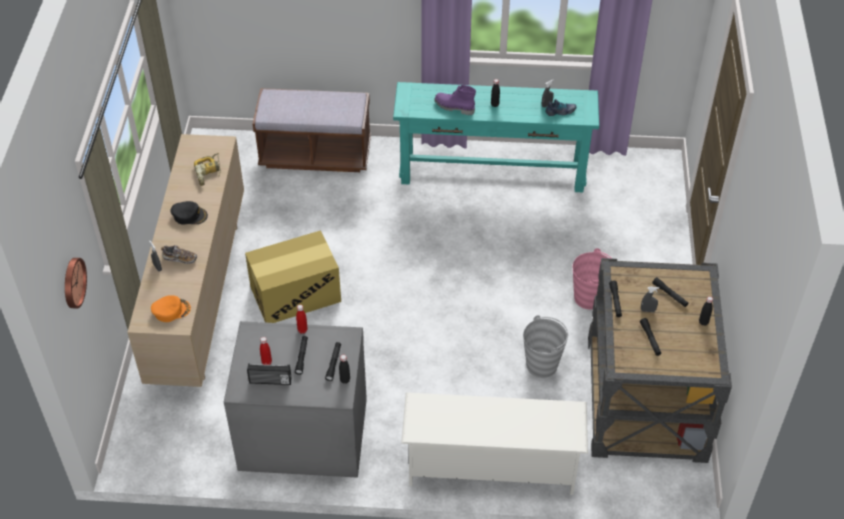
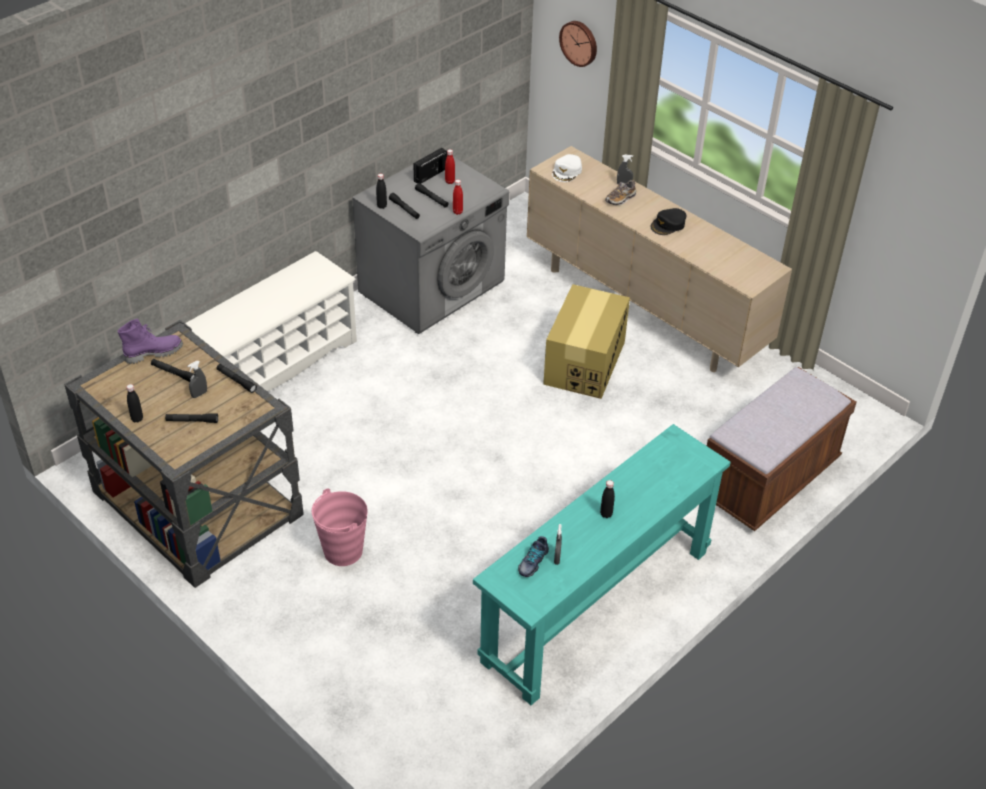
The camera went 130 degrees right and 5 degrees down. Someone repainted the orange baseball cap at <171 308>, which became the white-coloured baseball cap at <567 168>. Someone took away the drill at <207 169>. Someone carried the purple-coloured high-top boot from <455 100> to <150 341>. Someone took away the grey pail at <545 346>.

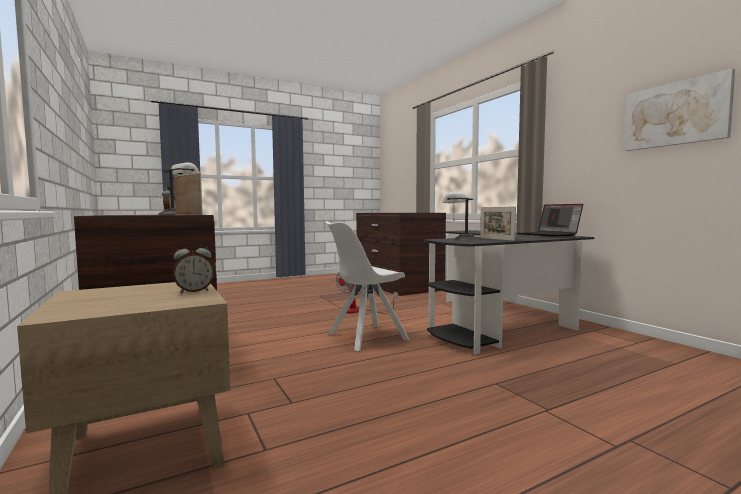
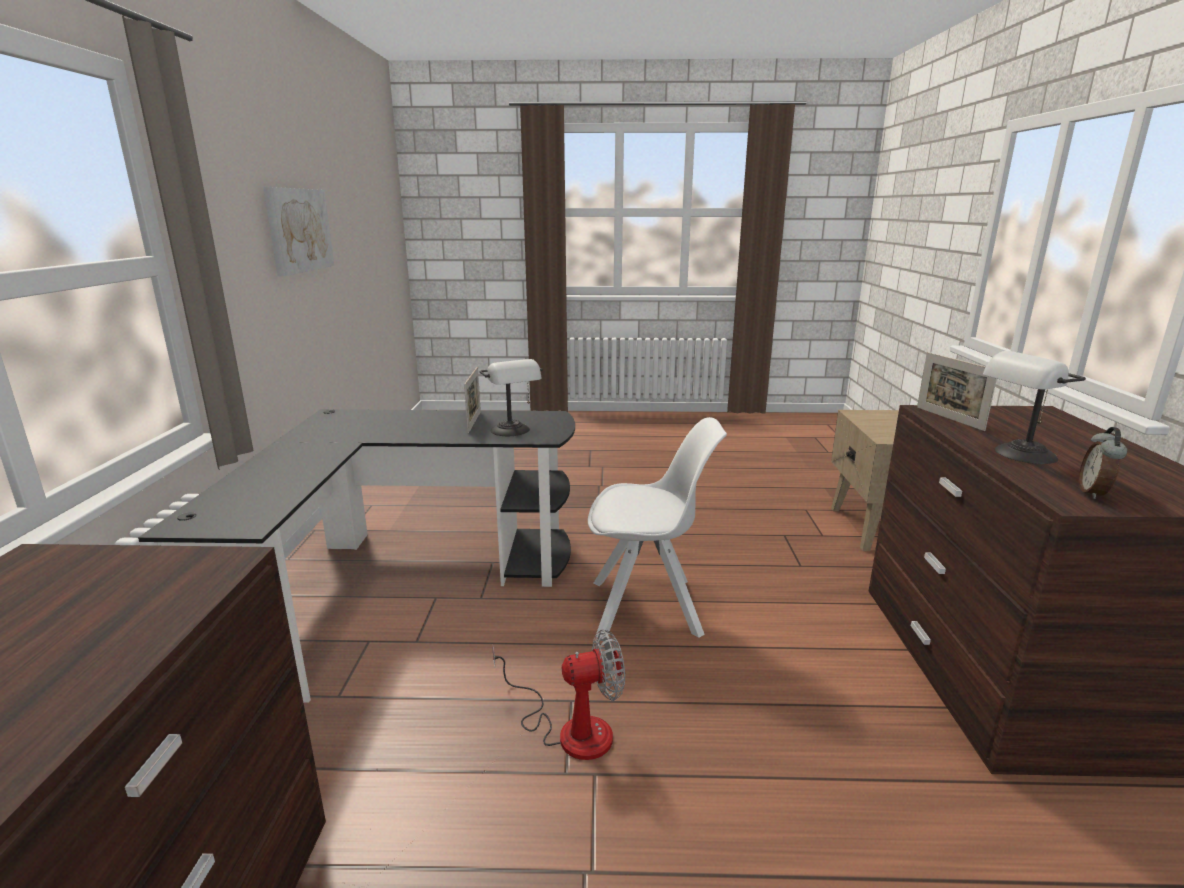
The camera went 150 degrees left and 15 degrees up. Someone took away the table clock at <194 267>. Someone took away the laptop at <550 220>.

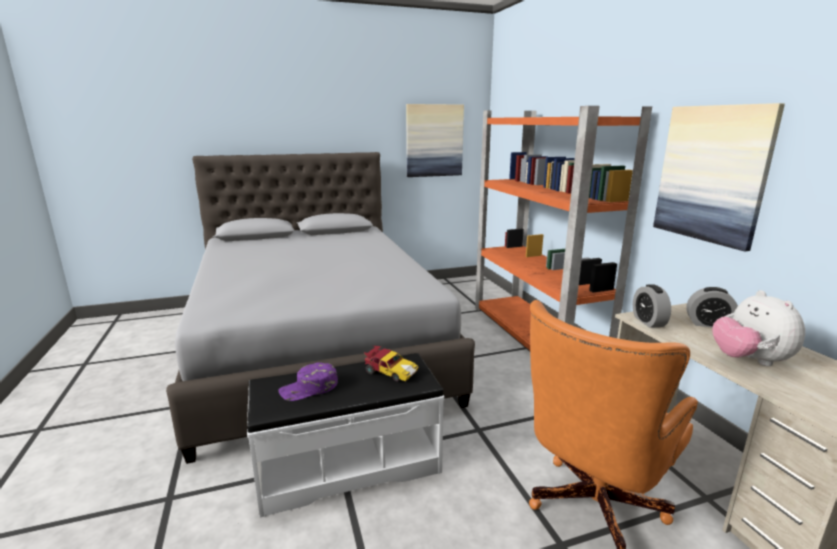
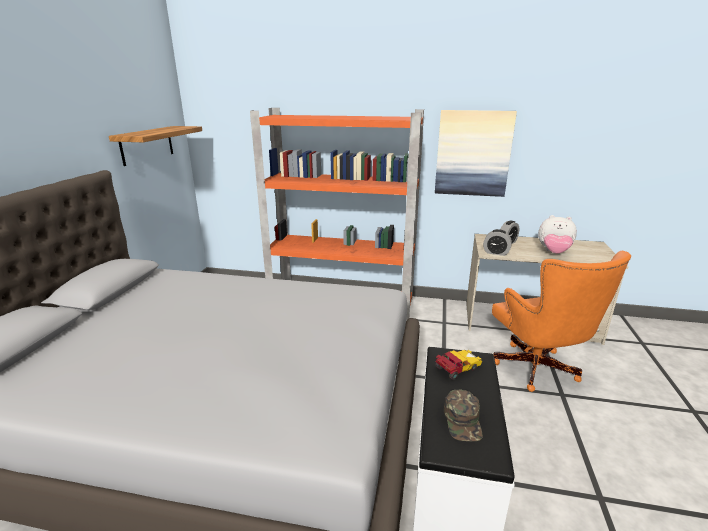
The camera went 60 degrees left and 5 degrees up. Someone repainted the purple-coloured baseball cap at <308 381>, which became the green baseball cap at <463 415>. Someone swapped the wall art at <435 140> for the wall shelf at <155 146>.

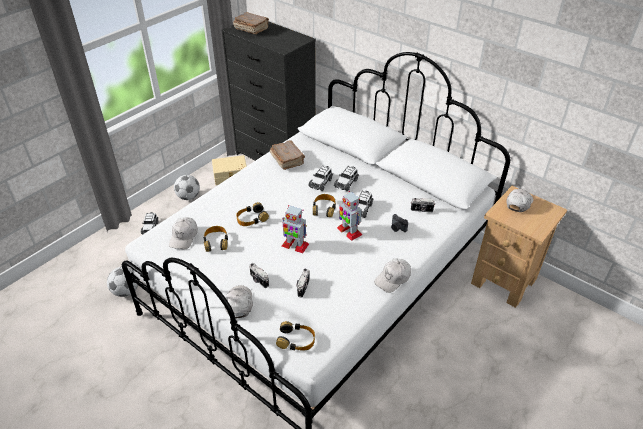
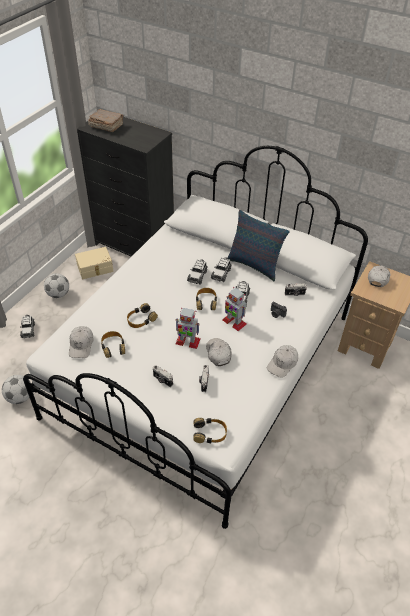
The camera went 10 degrees left and 5 degrees up. Someone carried the white-coloured baseball cap from <239 301> to <219 352>. Someone took away the brown-coloured volume at <287 155>. Someone put down the blue throw pillow at <258 245>.

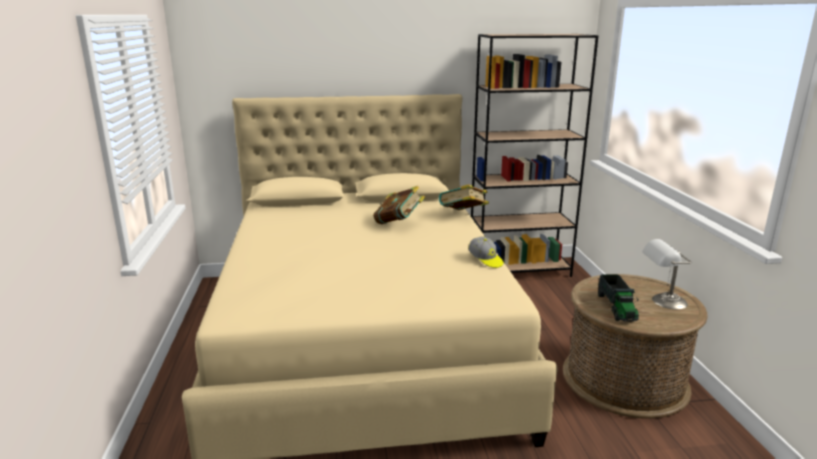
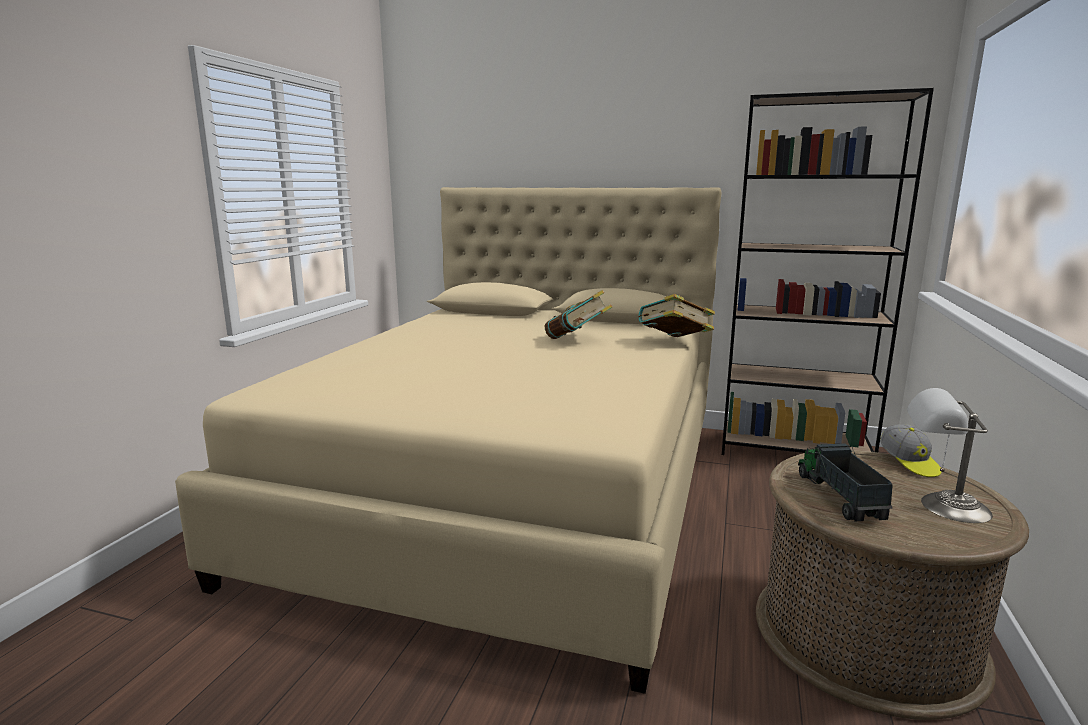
The camera went 25 degrees right and 5 degrees down. Someone carried the baseball cap from <486 252> to <910 450>. Someone rotated the toy truck at <618 298> by 150 degrees clockwise.

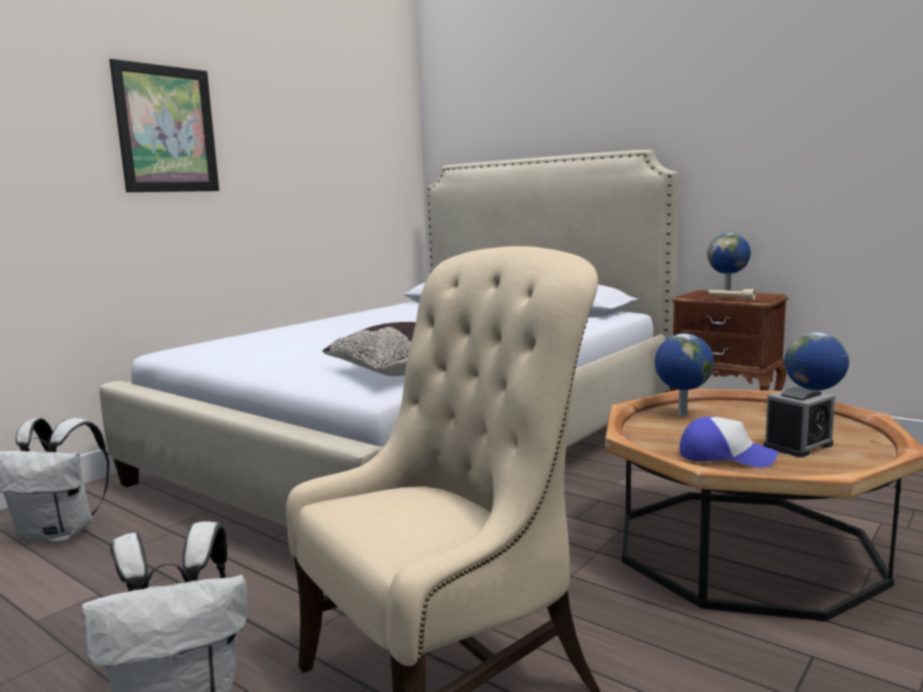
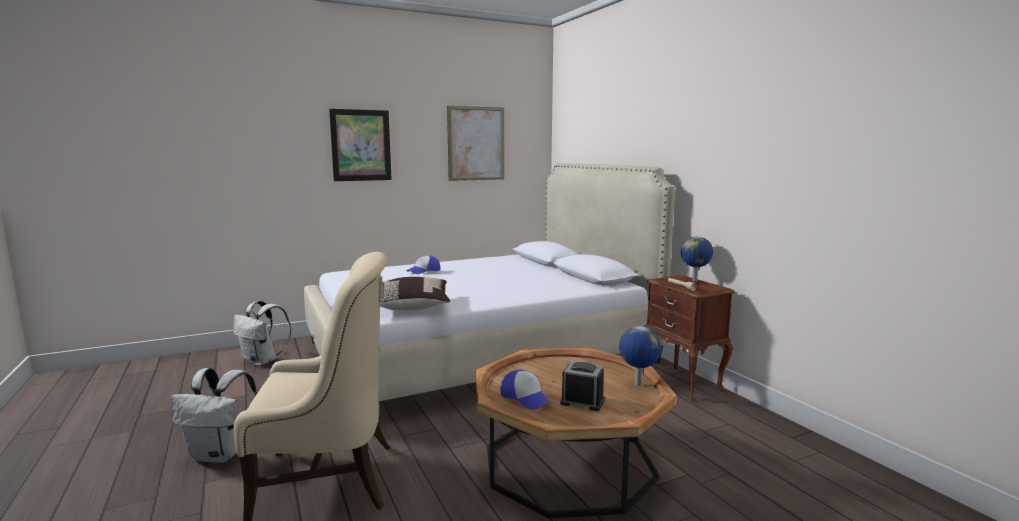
The camera went 25 degrees right and 0 degrees up. Someone took away the globe at <684 375>. Someone rotated the table clock at <799 422> by 150 degrees counterclockwise. Someone put down the baseball cap at <423 265>. Someone put up the wall art at <475 143>.

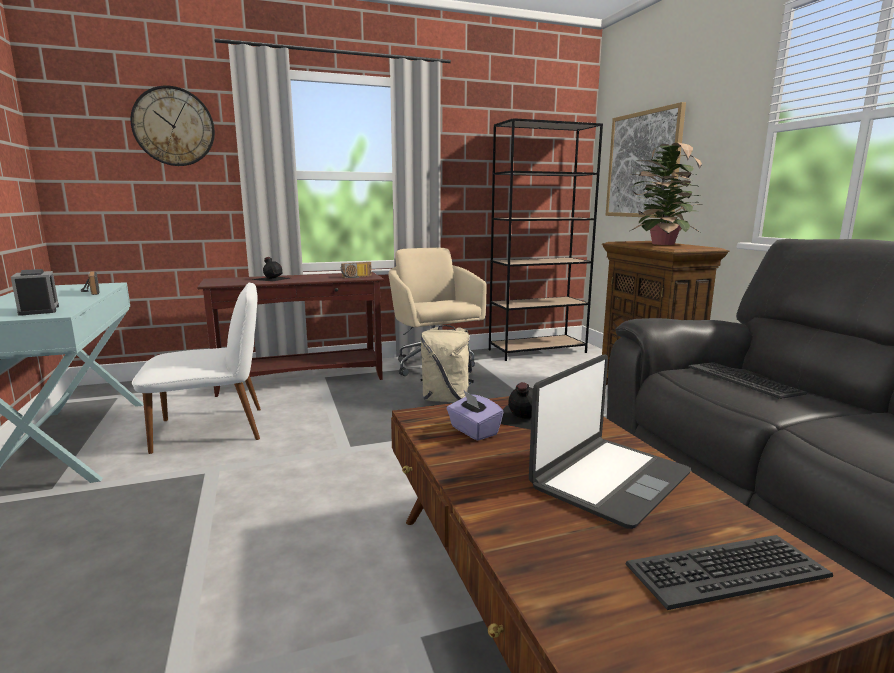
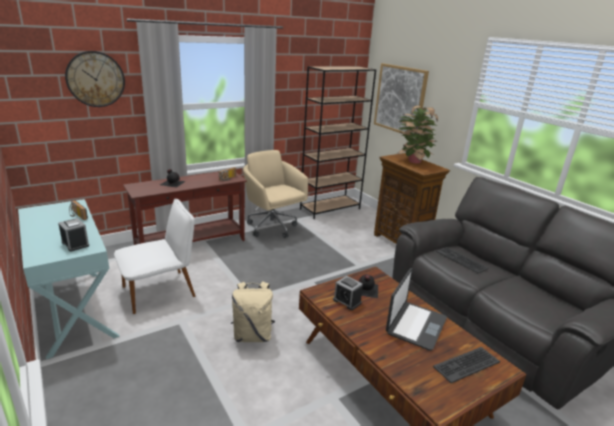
The camera went 15 degrees left and 10 degrees up. Someone carried the beige-coloured backpack from <447 363> to <253 311>. Someone swapped the purple-coloured tissue holder at <475 416> for the table clock at <348 293>.

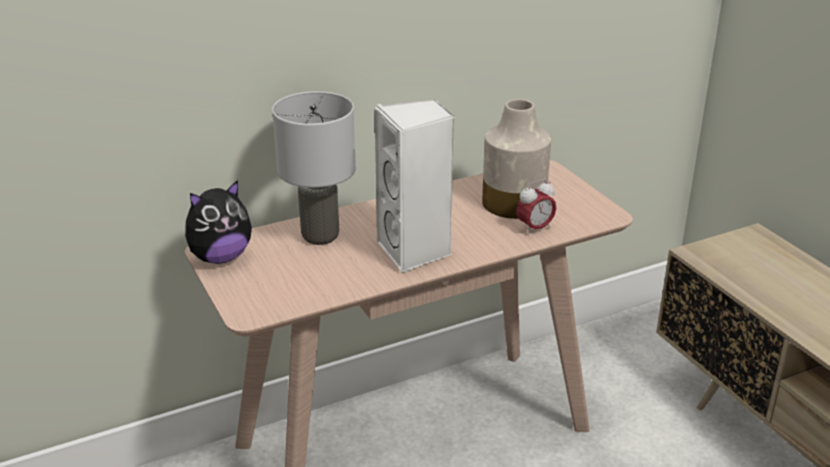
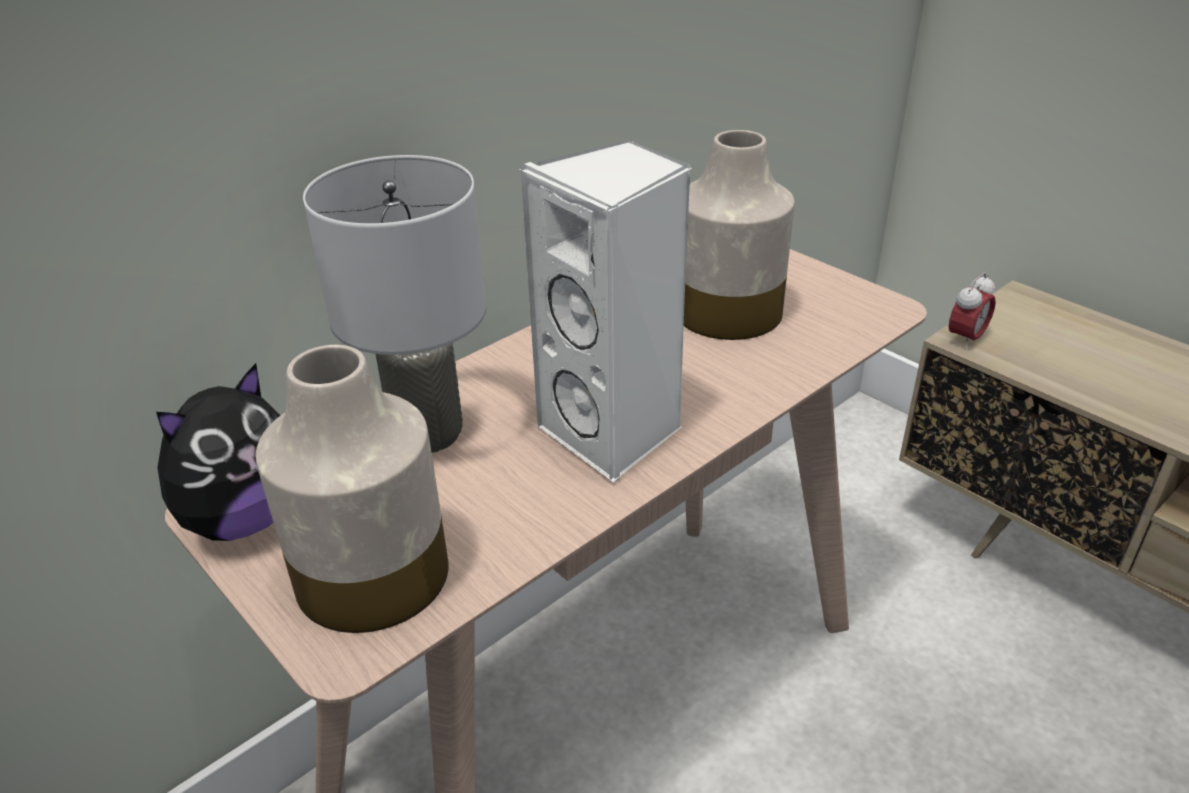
The camera went 15 degrees left and 5 degrees up. Someone carried the table clock from <536 207> to <972 311>. Someone put down the beige-coloured decorative vase at <352 489>.

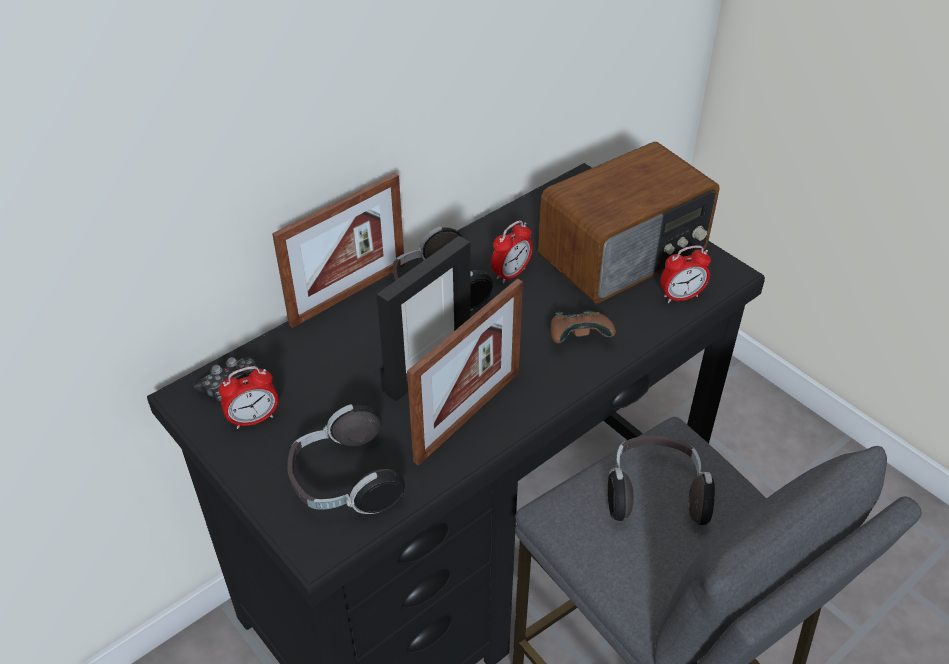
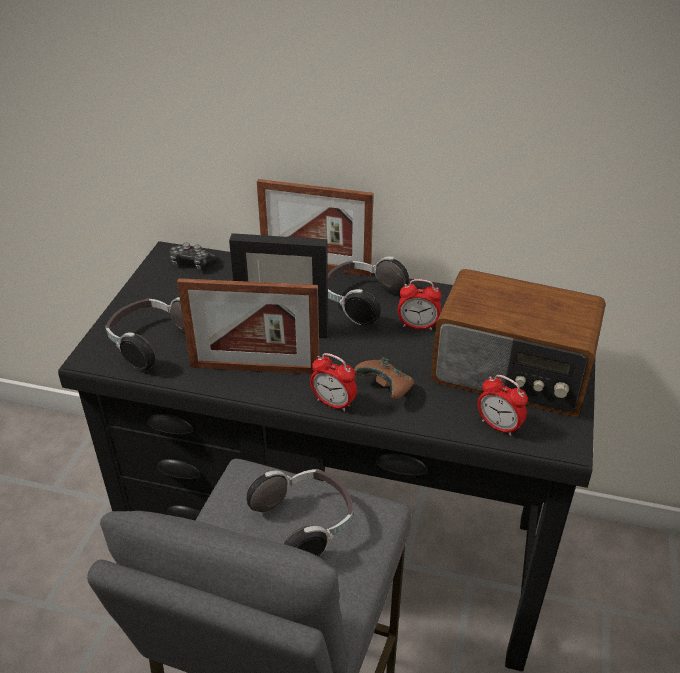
The camera went 55 degrees right and 5 degrees down. Someone carried the table clock from <249 397> to <333 382>.

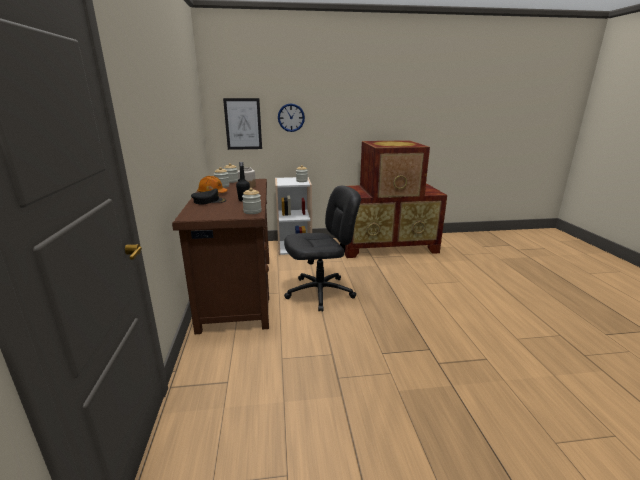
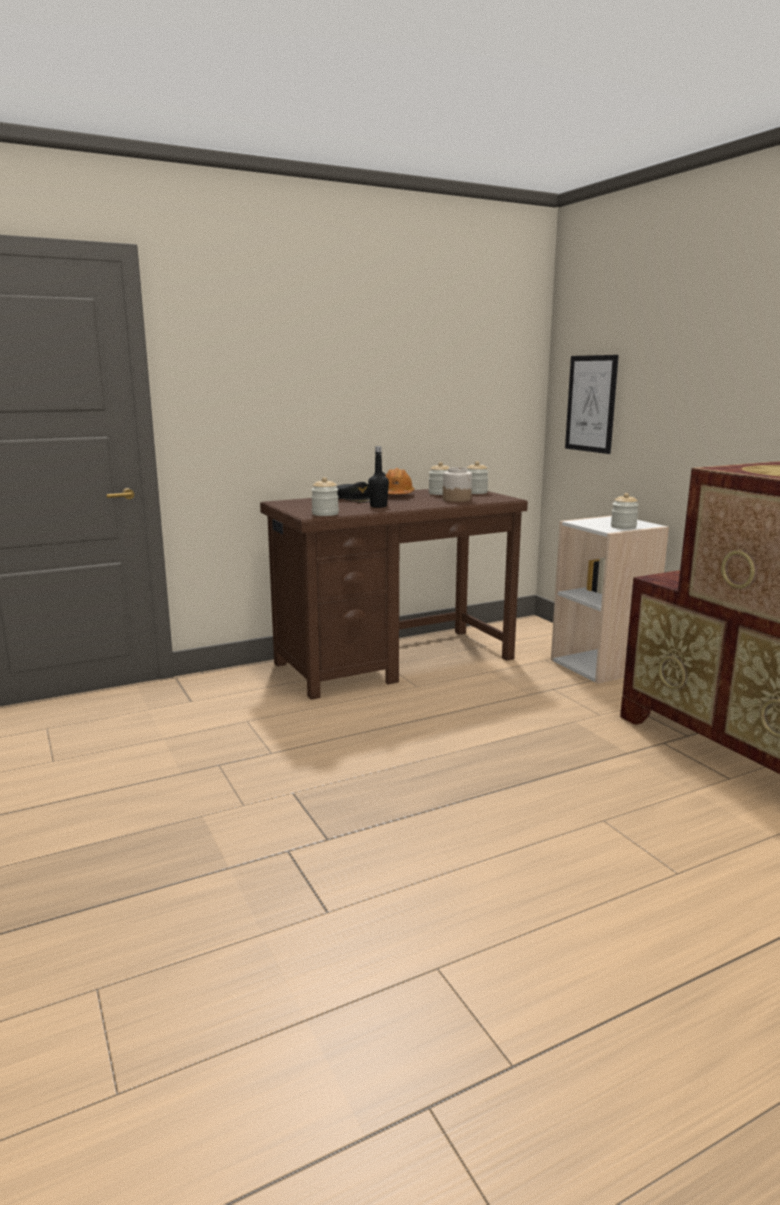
The camera went 70 degrees right and 5 degrees down. Someone took away the hanging clock at <291 117>. Someone took away the black office chair at <322 249>.

